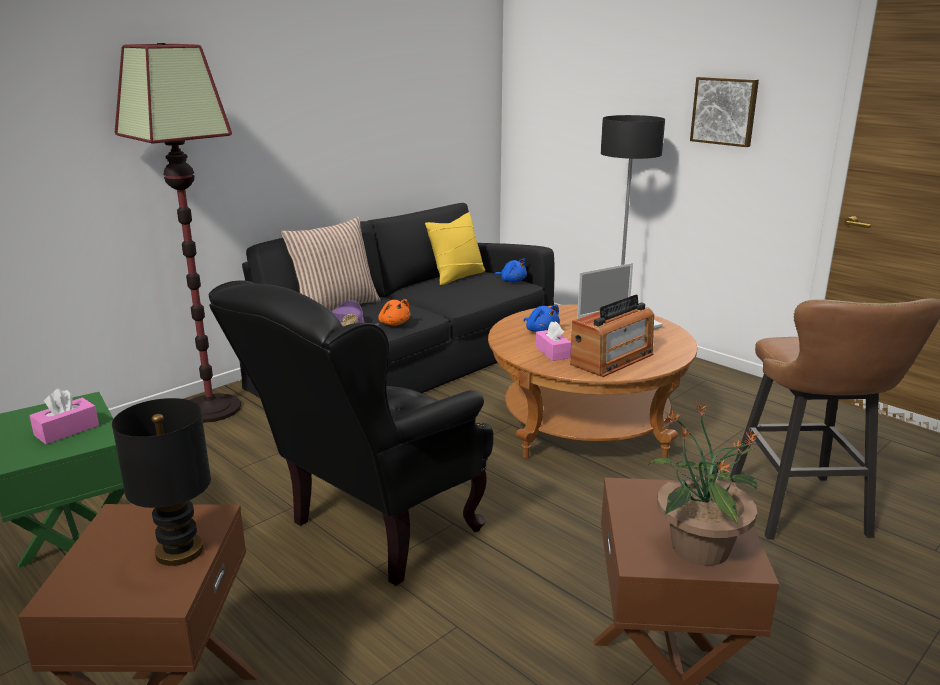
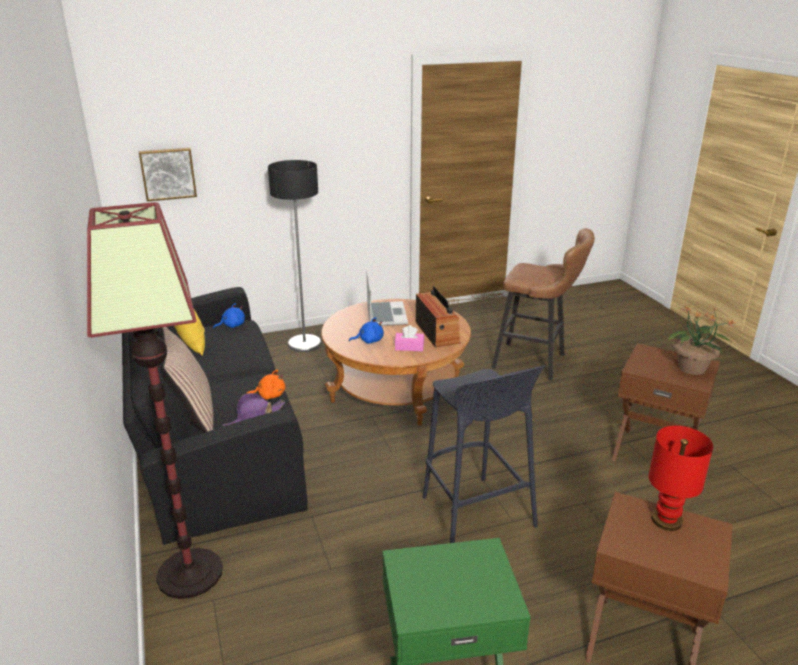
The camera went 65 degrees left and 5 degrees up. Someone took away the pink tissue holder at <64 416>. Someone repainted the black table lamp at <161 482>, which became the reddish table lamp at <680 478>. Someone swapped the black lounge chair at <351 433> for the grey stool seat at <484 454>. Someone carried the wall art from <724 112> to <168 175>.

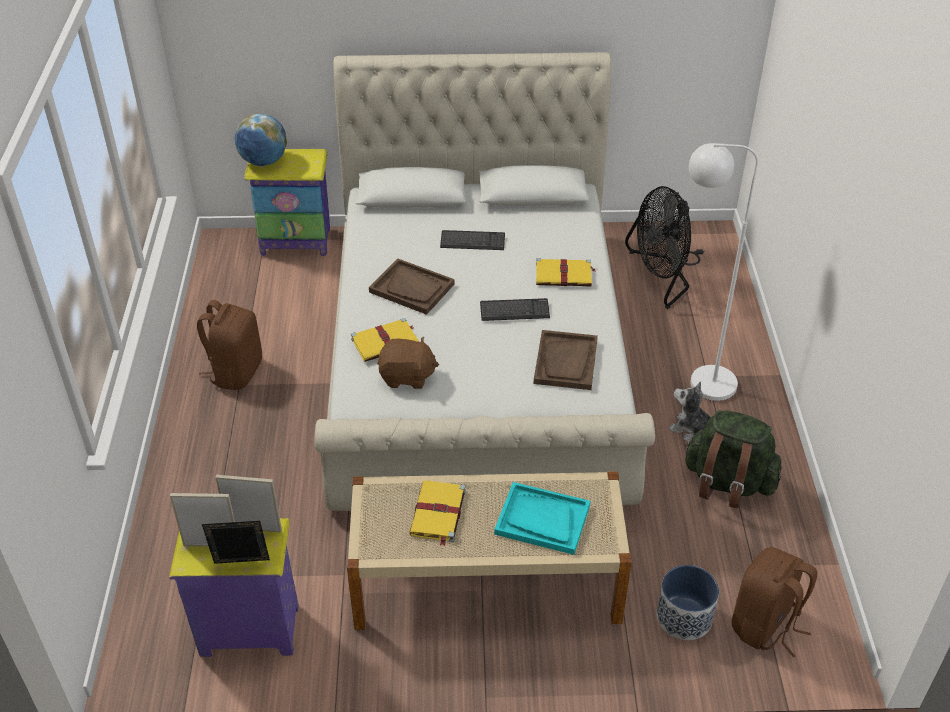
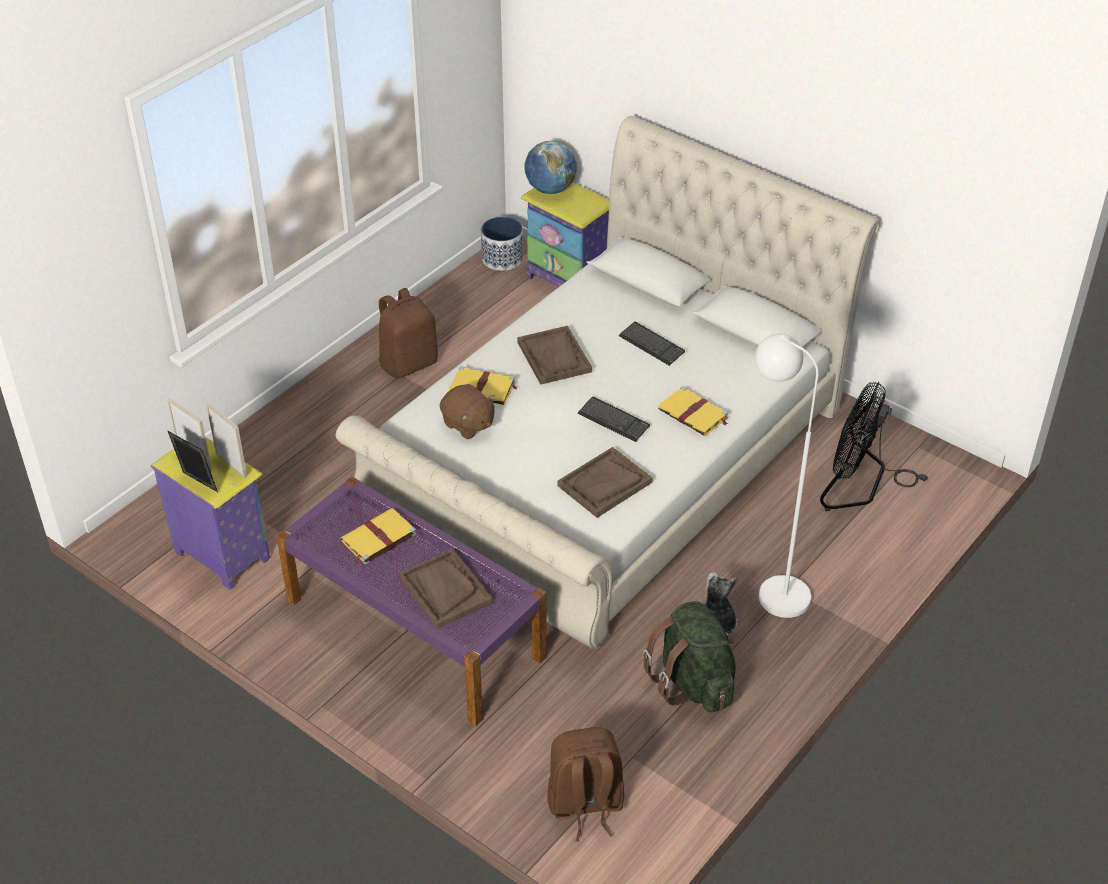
The camera went 40 degrees right and 0 degrees up. Someone repainted the beige-coloured long seat at <489 550>, which became the purple-coloured long seat at <412 601>. Someone repainted the turquoise serving tray at <542 518>, which became the brown-coloured serving tray at <445 589>. Someone carried the flower pot from <688 602> to <502 244>.

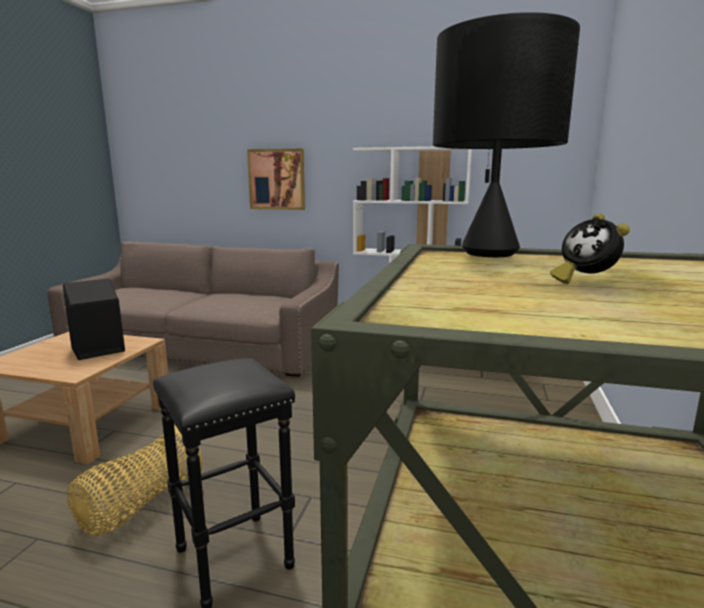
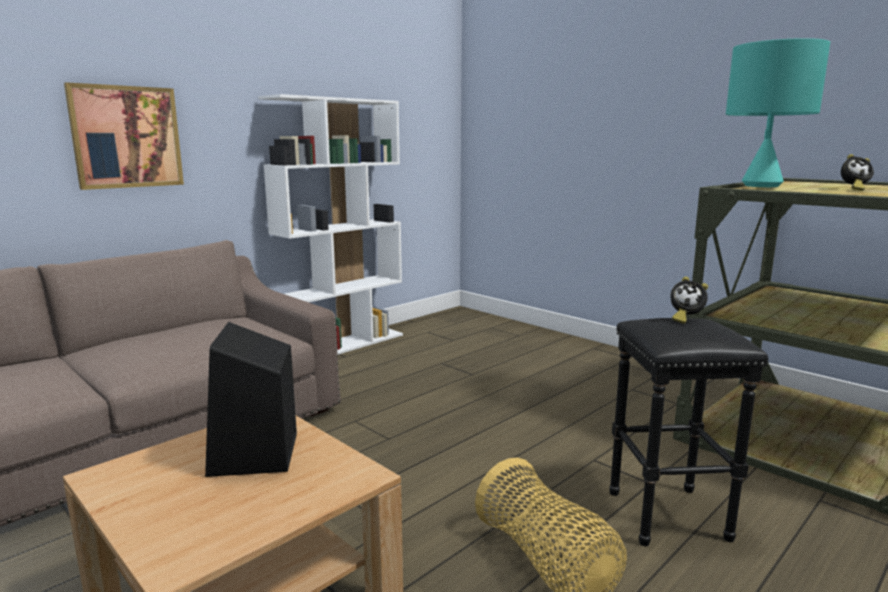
The camera went 60 degrees left and 0 degrees up. Someone repainted the black table lamp at <506 134>, which became the turquoise table lamp at <778 112>. Someone put down the table clock at <689 300>.

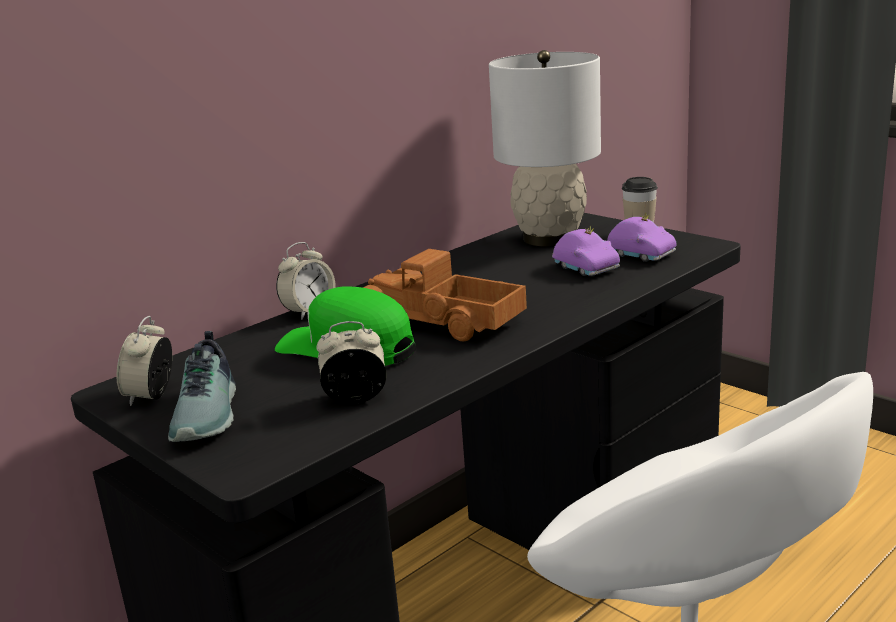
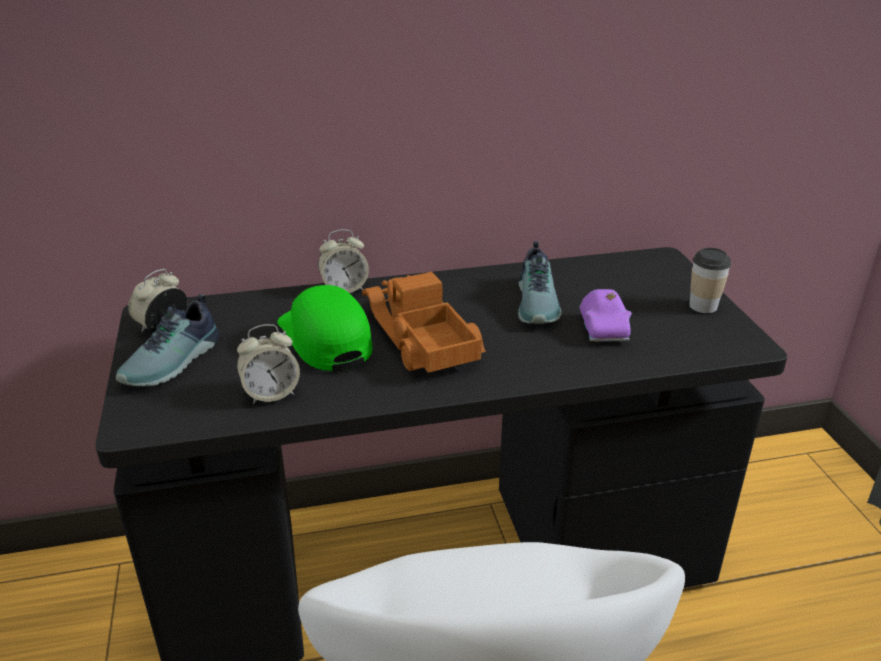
The camera went 30 degrees right and 10 degrees up. Someone rotated the table clock at <351 362> by 135 degrees clockwise. Someone took away the white-coloured table lamp at <545 148>. Someone took away the purple-coloured model car at <642 237>. Someone put down the low shoe at <540 282>.

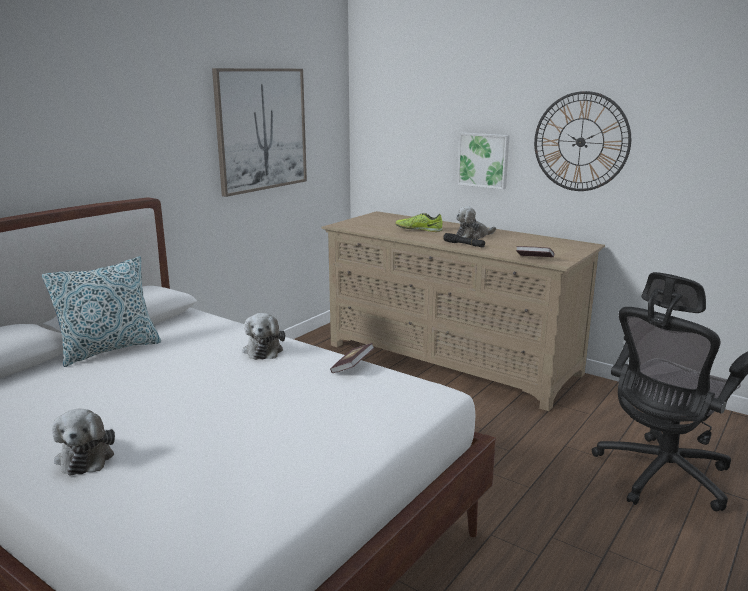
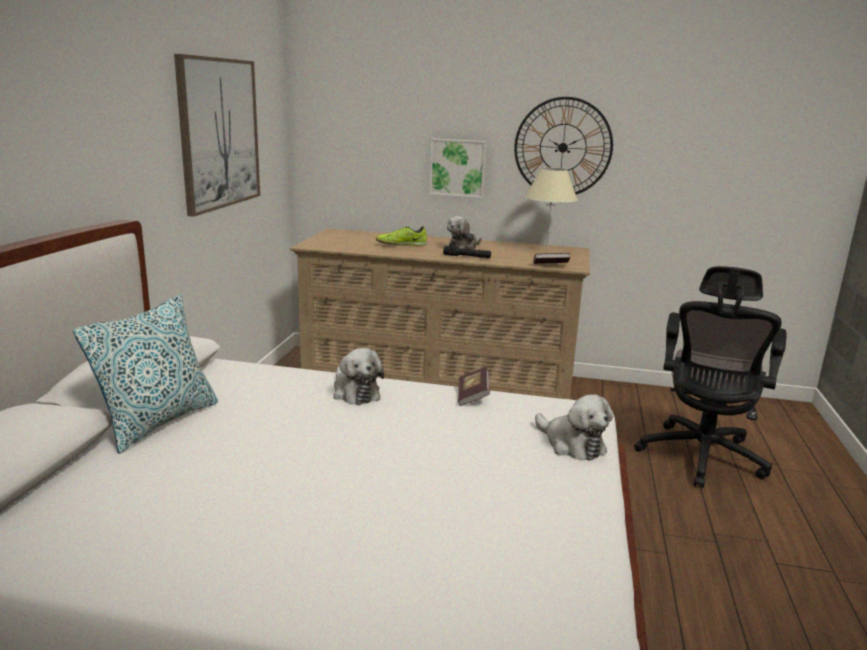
The camera went 25 degrees left and 0 degrees up. Someone carried the plush toy from <83 442> to <574 427>. Someone put down the beige-coloured table lamp at <551 209>.

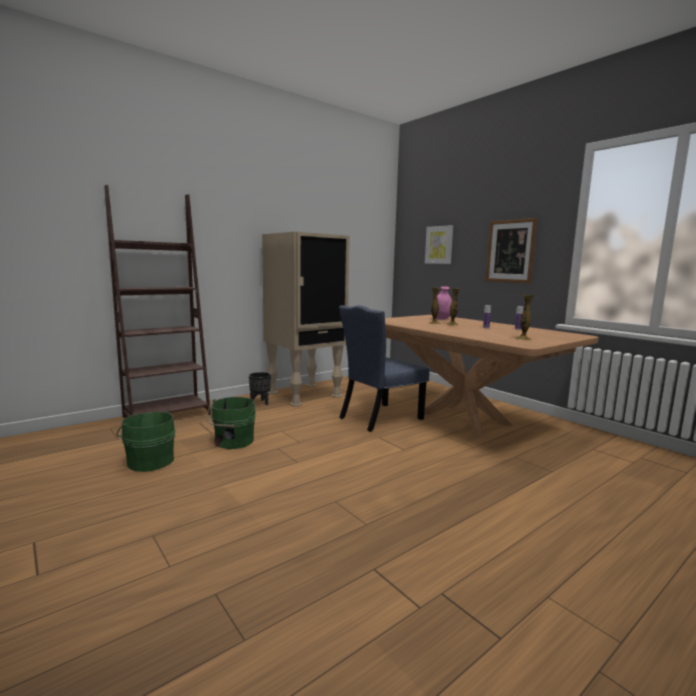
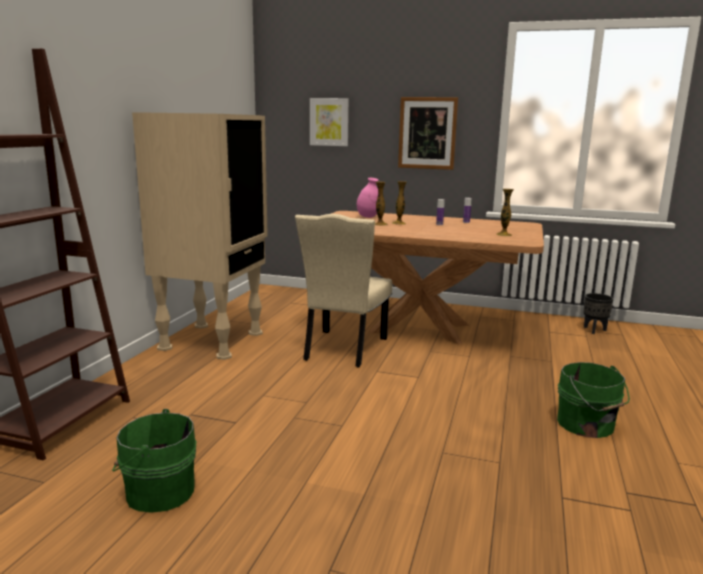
The camera went 35 degrees left and 5 degrees up. Someone carried the green pail from <231 423> to <593 400>. Someone carried the black flower pot from <260 388> to <599 313>. Someone repainted the blue plain chair at <384 368>, which became the beige-coloured plain chair at <343 291>.

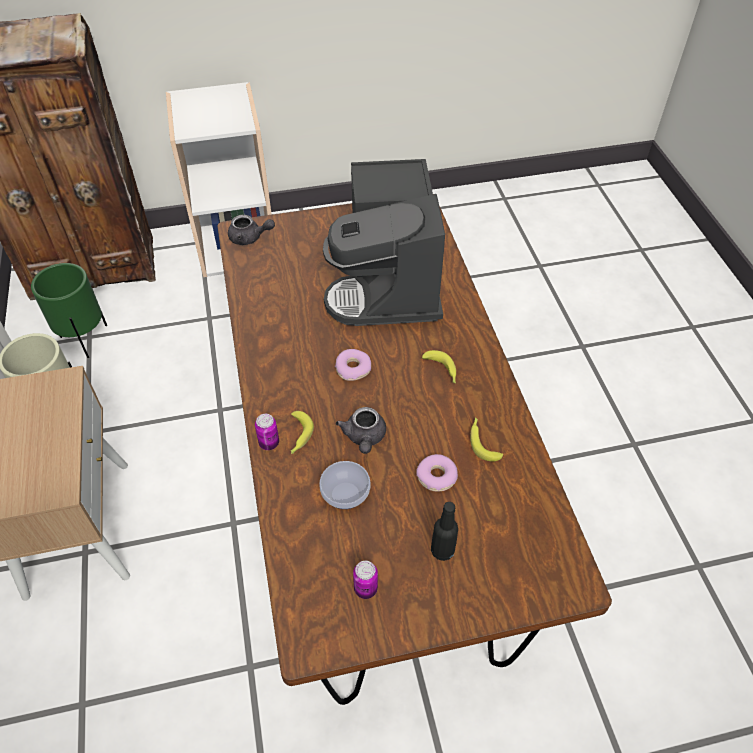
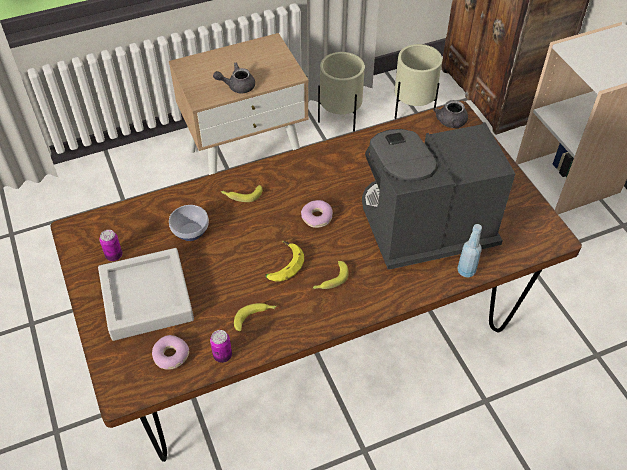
The camera went 80 degrees right and 0 degrees up. Someone repainted the green flower pot at <69 310>, which became the beige-coloured flower pot at <418 81>. Someone carried the can from <267 432> to <221 346>. Someone carried the grey teapot from <361 430> to <234 78>. Someone carried the donut from <437 473> to <170 352>. Someone swapped the black bottle at <444 531> for the grey serving tray at <146 294>. Someone put down the banana fruit at <284 261>. Someone put down the blue bottle at <469 250>.

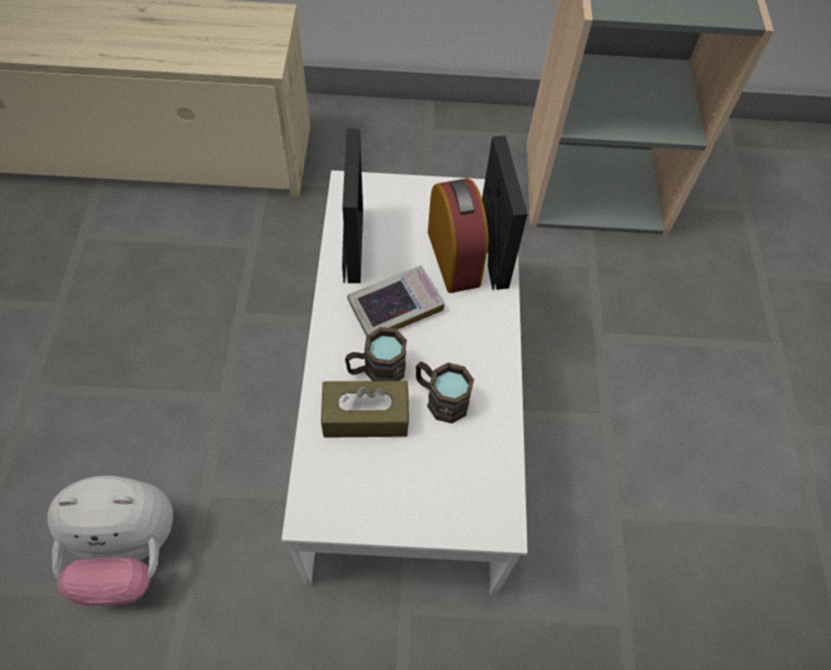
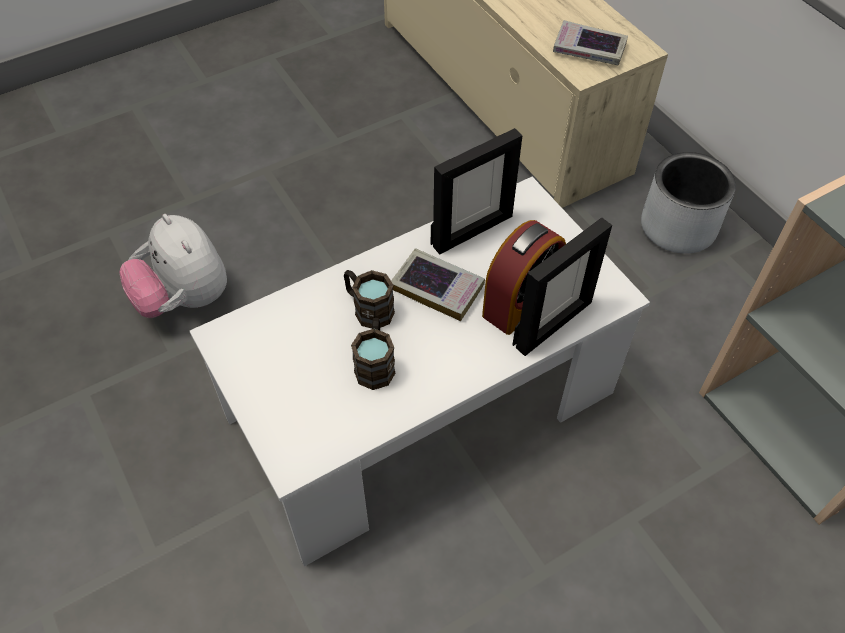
The camera went 60 degrees right and 5 degrees down. Someone took away the brown-coloured tissue holder at <365 409>. Someone put down the volume at <590 43>. Someone put down the grey flower pot at <688 203>.

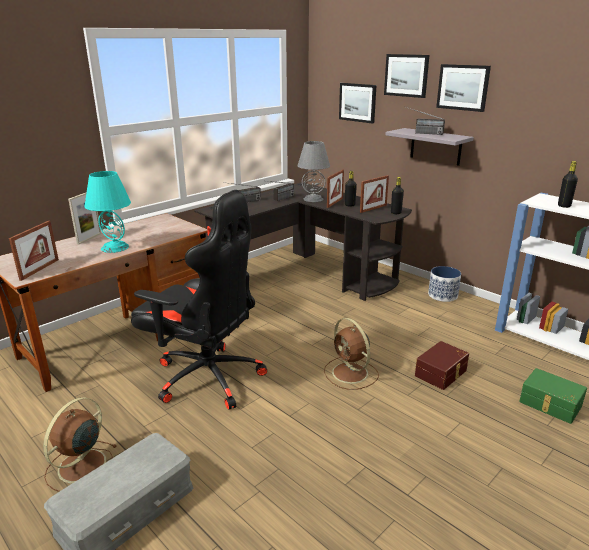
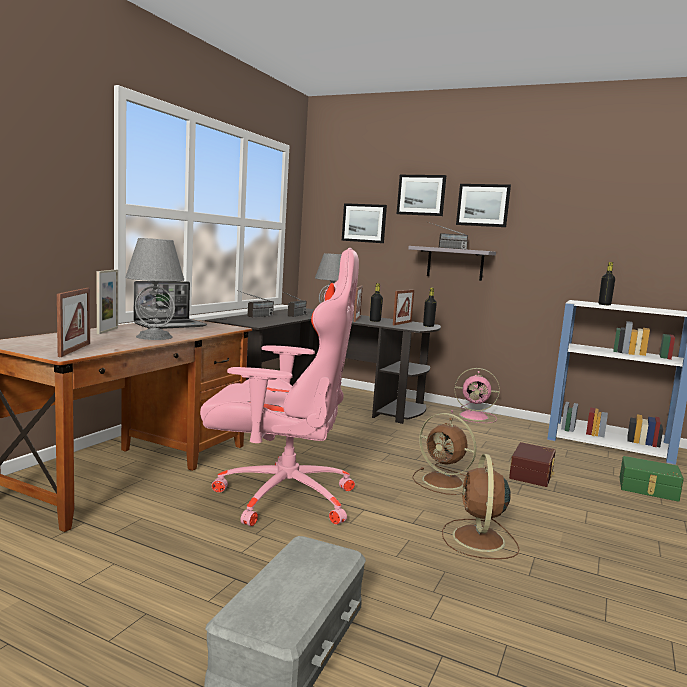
The camera went 20 degrees left and 15 degrees down. Someone carried the brown-coloured electric fan from <79 444> to <480 506>. Someone repainted the turquoise table lamp at <107 212>, which became the grey table lamp at <154 289>. Someone repainted the black office chair at <199 300>, which became the pink office chair at <279 387>. Someone swapped the flower pot at <444 284> for the pink electric fan at <475 395>. Someone put down the laptop at <170 305>.

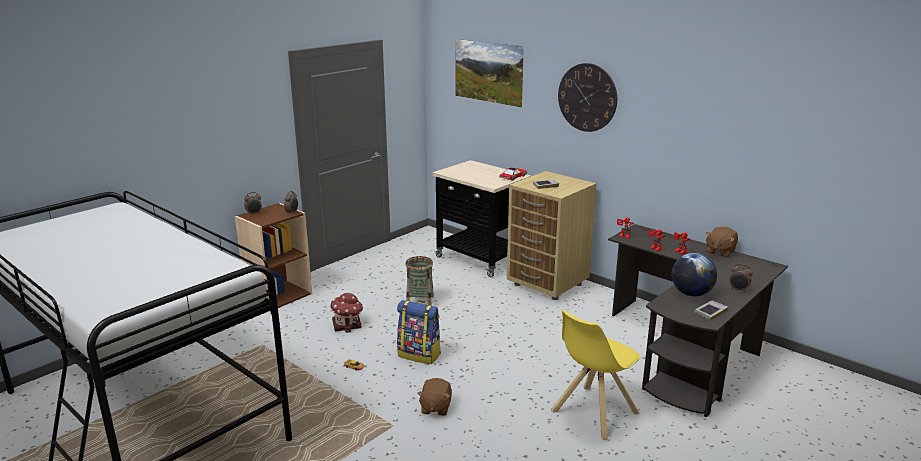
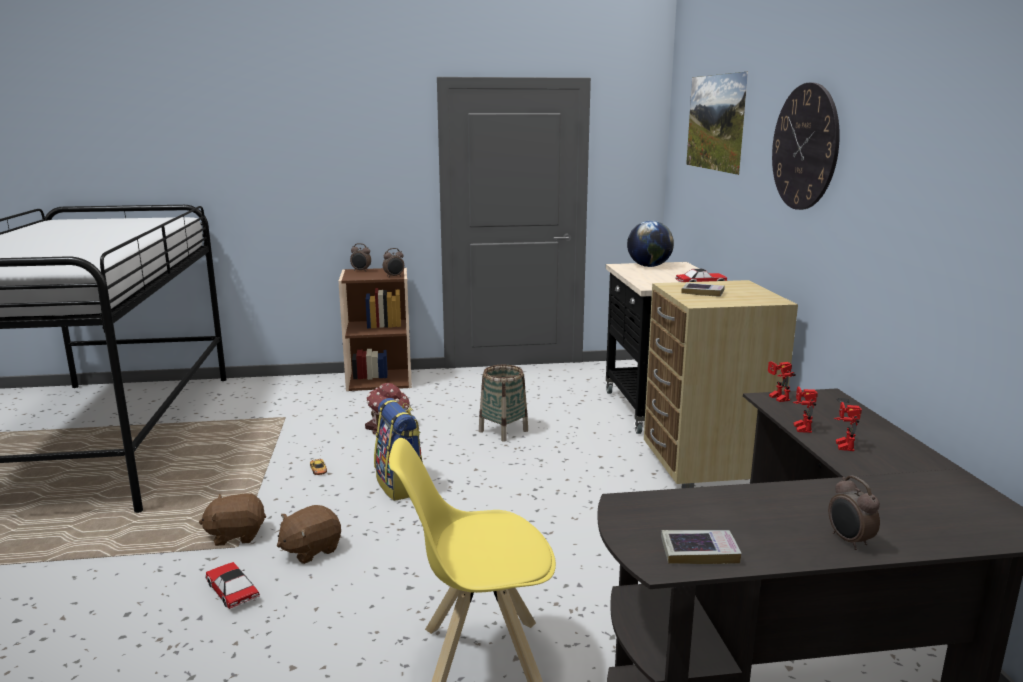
The camera went 40 degrees right and 5 degrees down. Someone carried the globe from <694 274> to <650 244>. Someone carried the brown-coloured plush toy from <722 242> to <232 519>. Someone put down the model car at <232 585>.

